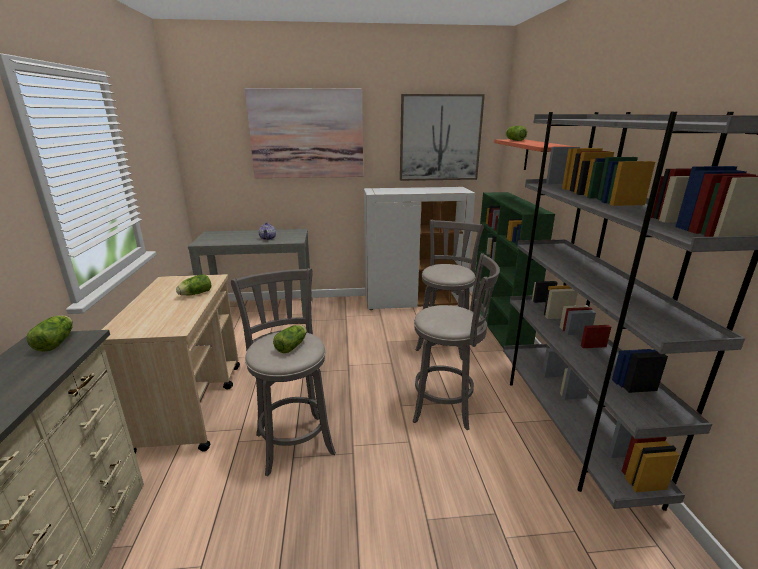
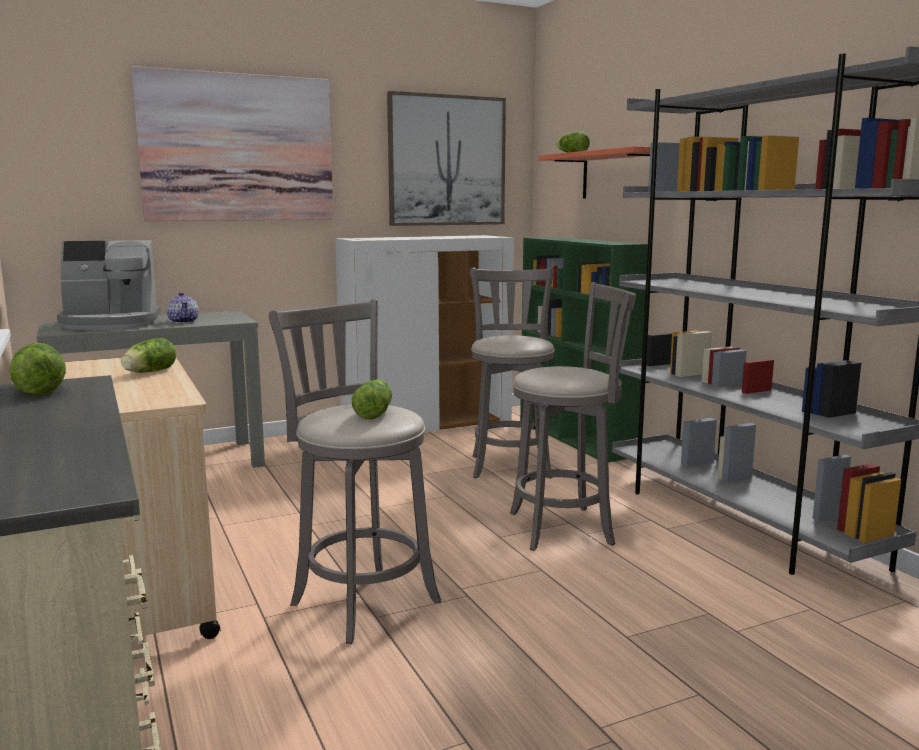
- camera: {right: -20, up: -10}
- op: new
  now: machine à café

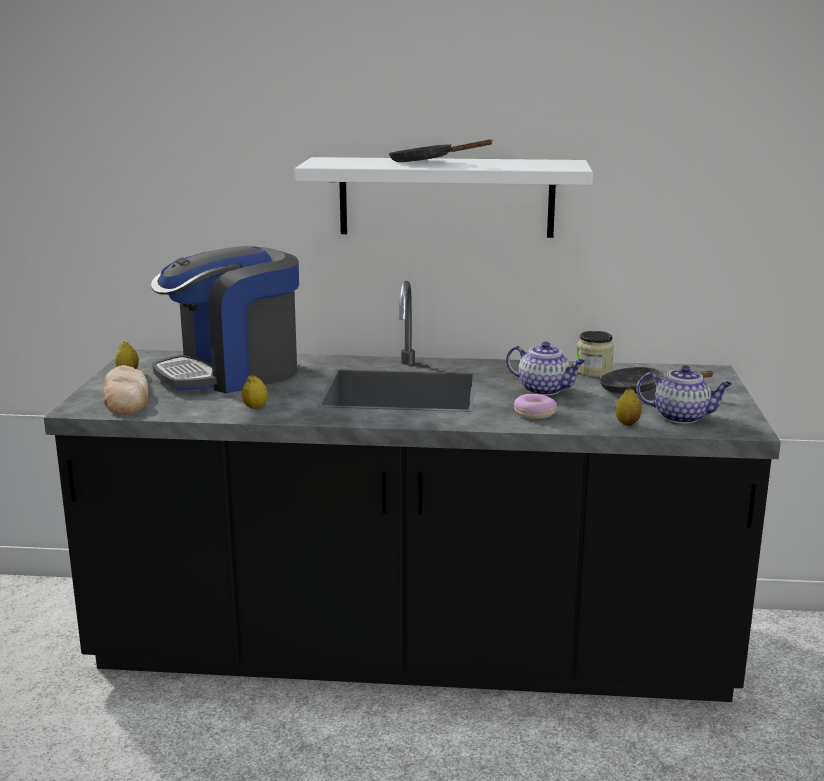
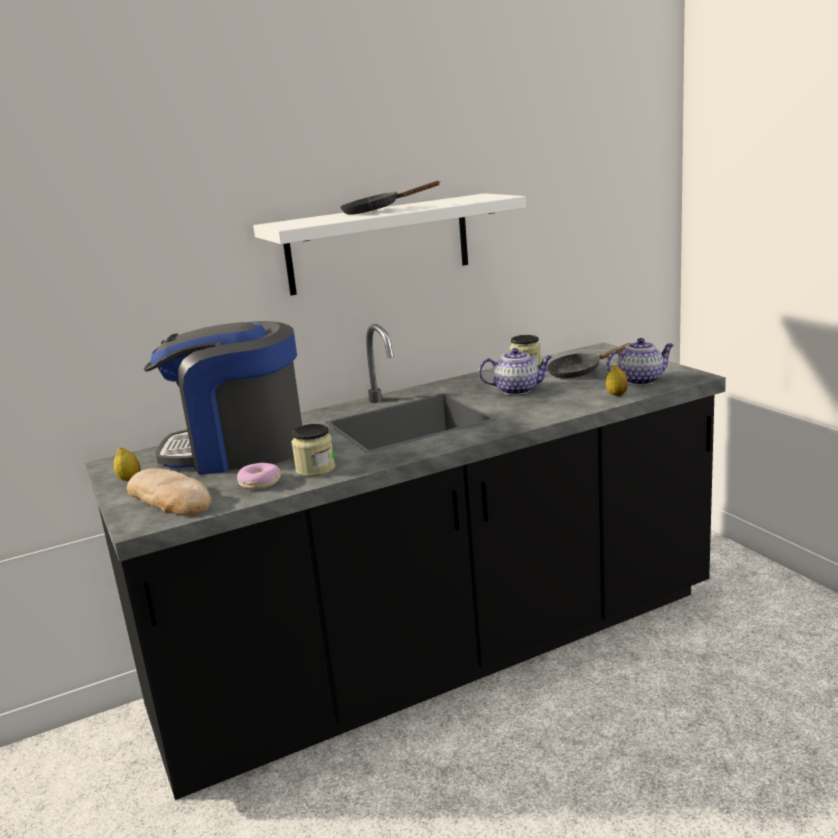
- camera: {right: -30, up: 0}
- op: shifted
  was: beignet
- op: swapped
  was: citron (no. 2 from left)
  now: bocal (no. 1 from left)
- op: rotated
  was: machine à café
  clockwise: 60

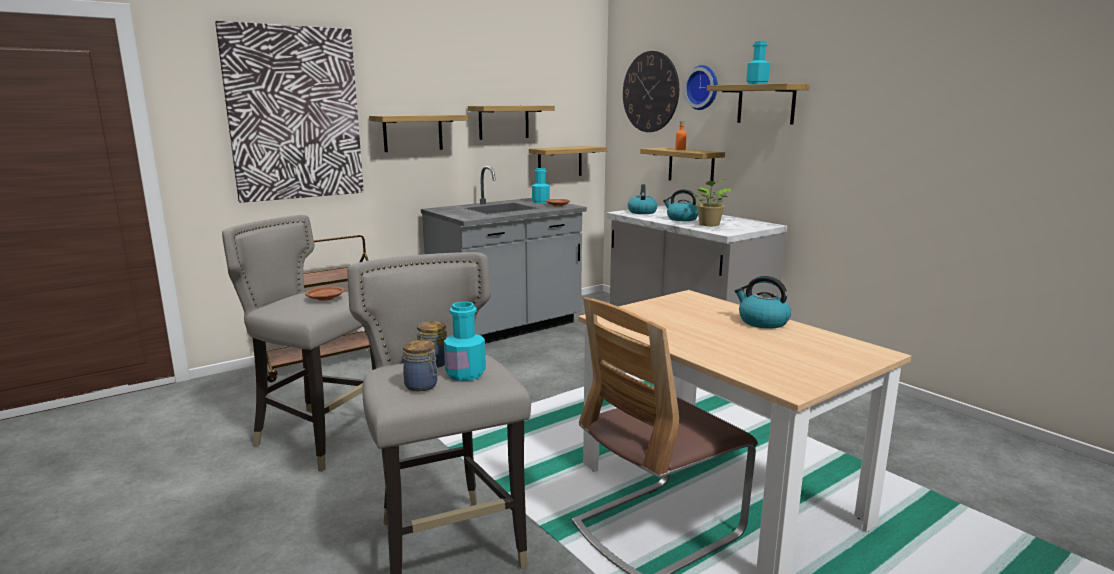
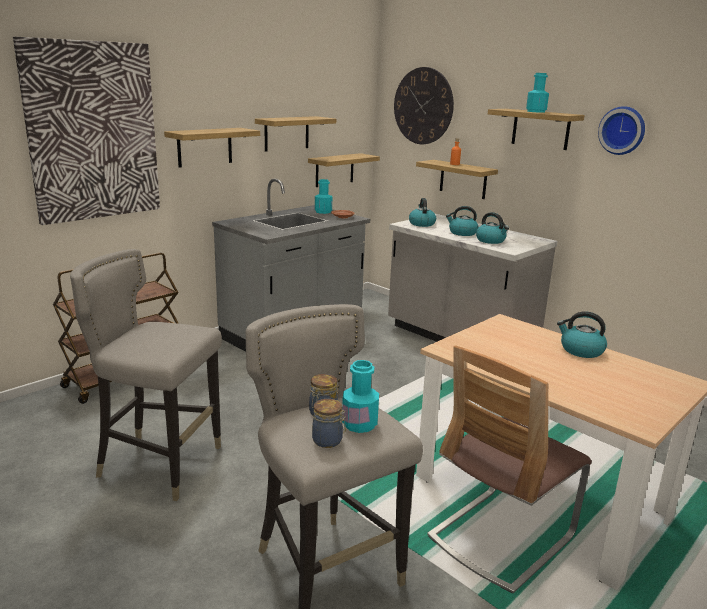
- camera: {right: -10, up: 5}
- op: gone
  was: assiette [marron] (no. 1 from left)
- op: shifted
  was: horloge murale (no. 2 from left)
- op: swapped
  was: plante en pot
  now: bouilloire (no. 3 from left)

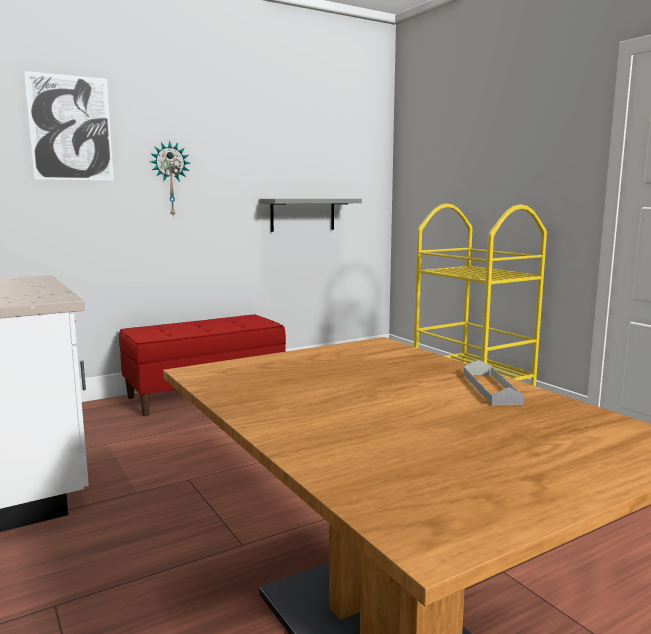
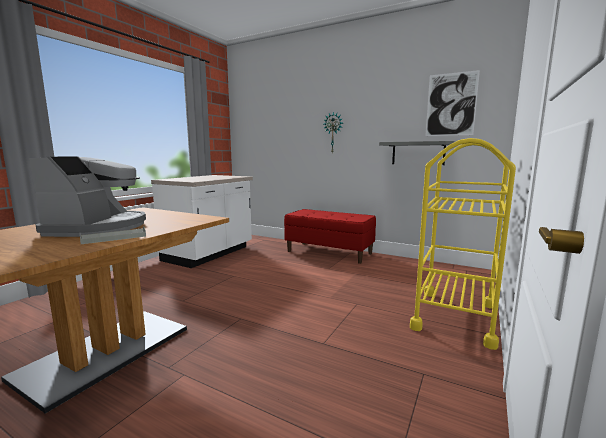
- camera: {right: 60, up: 0}
- op: new
  now: machine à café
- op: shifted
  was: tableau

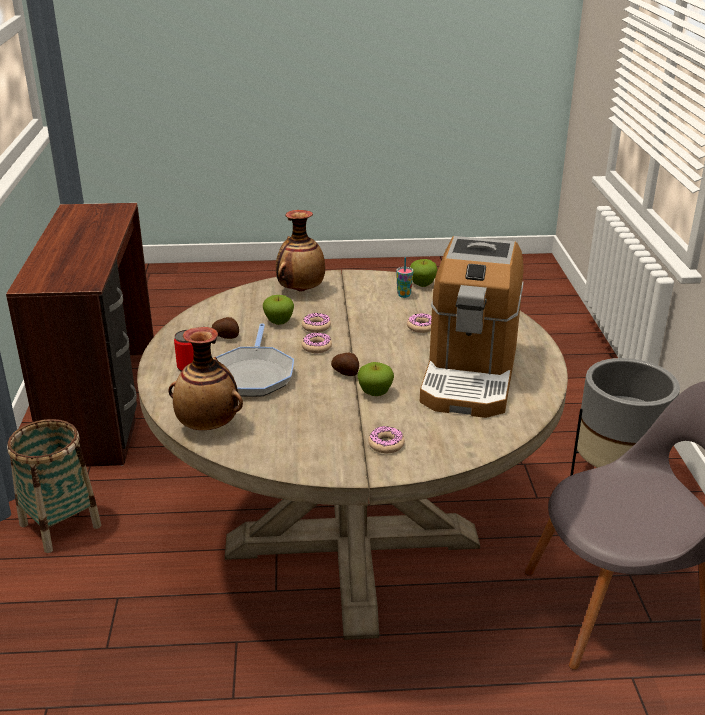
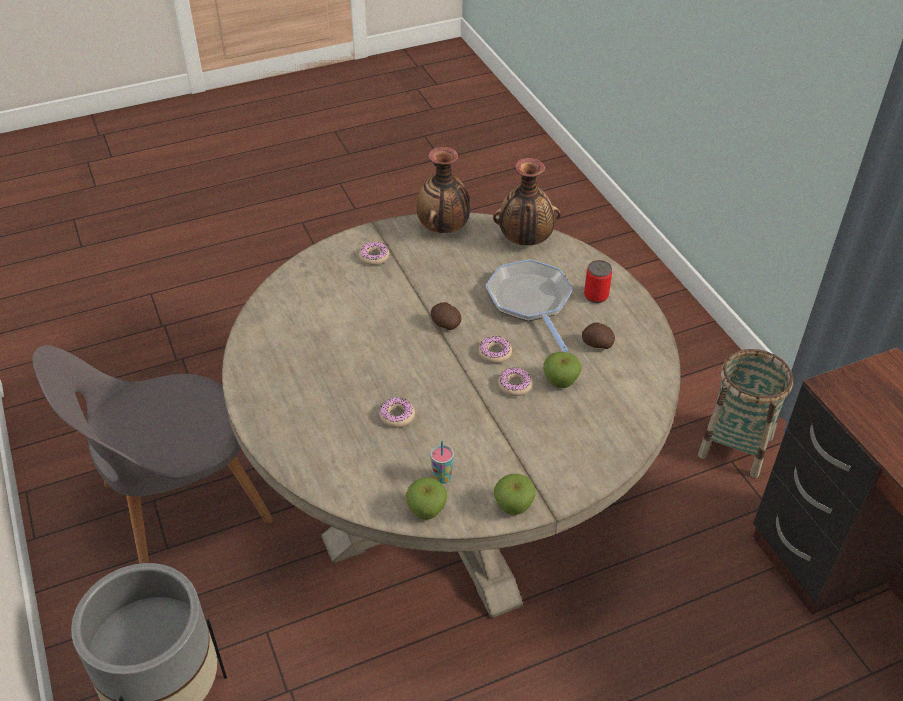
- camera: {right: 160, up: 15}
- op: gone
  was: machine à café
- op: shifted
  was: vase (no. 2 from left in the first image)
  now: vase (no. 1 from left)
- op: shifted
  was: pomme (no. 2 from left)

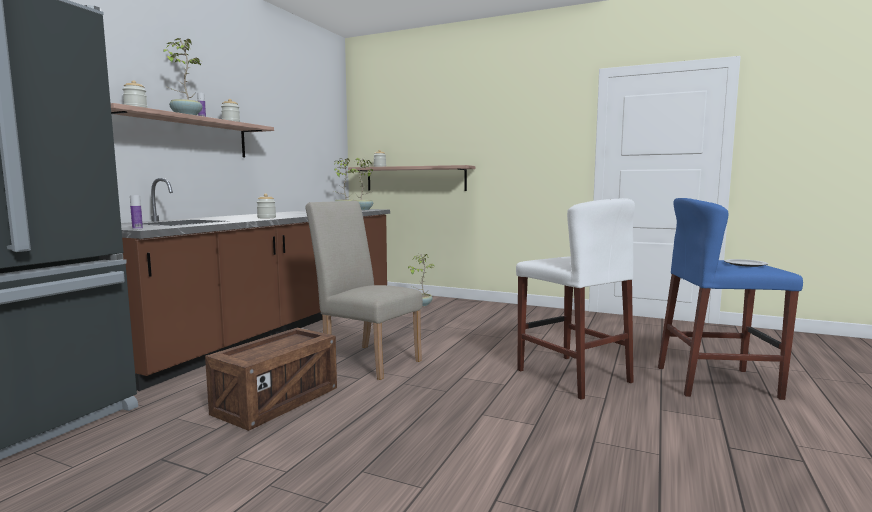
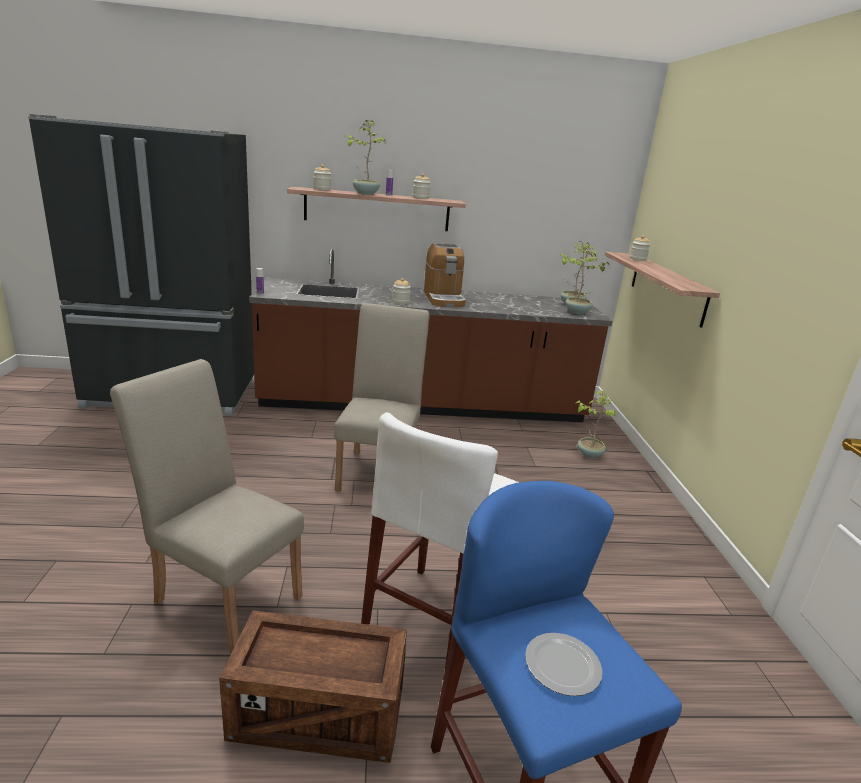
- camera: {right: 60, up: 15}
- op: new
  now: chaise [beige] (no. 1 from left)
- op: new
  now: machine à café
- op: shifted
  was: caisse

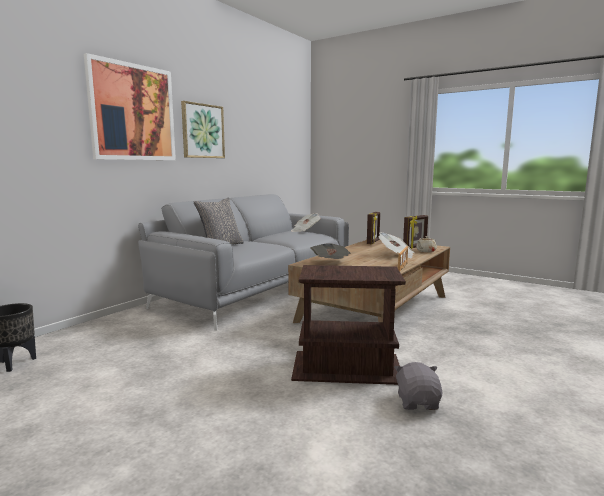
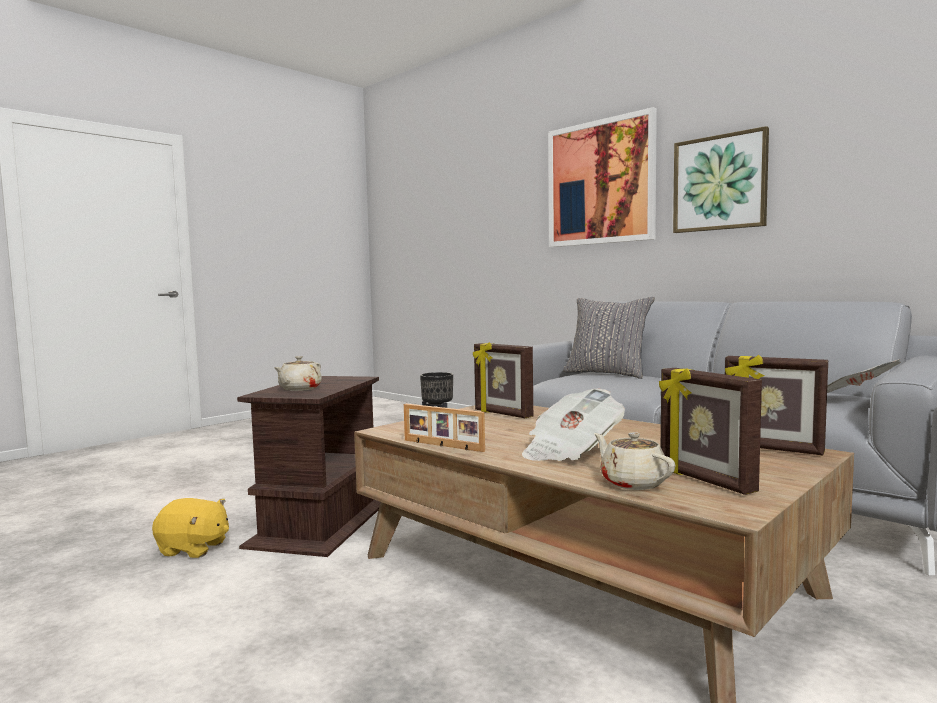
- camera: {right: 100, up: -5}
- op: new
  now: théière [beige] (no. 1 from left)
- op: swapped
  was: journal (no. 2 from left)
  now: cadre photo (no. 2 from left)
- op: repainted
  was: peluche [gris]
  now: peluche [jaune]

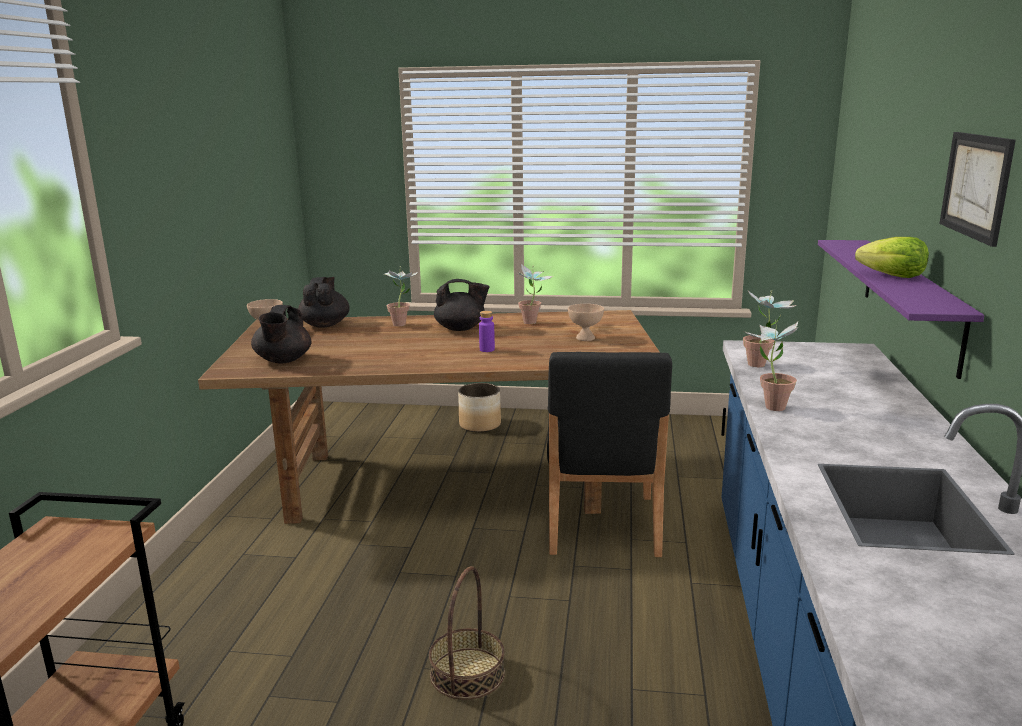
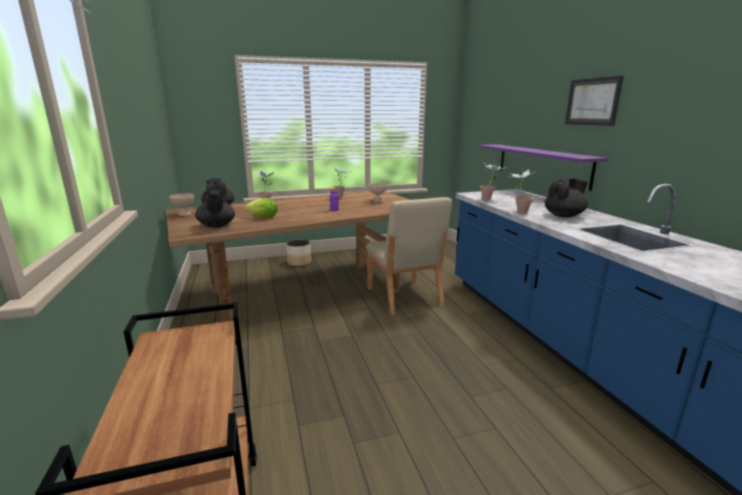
- camera: {right: -25, up: 0}
- op: gone
  was: panier
- op: shifted
  was: théière [noir] (no. 3 from left)
- op: shifted
  was: laitue
- op: repainted
  was: chaise [noir]
  now: chaise [beige]

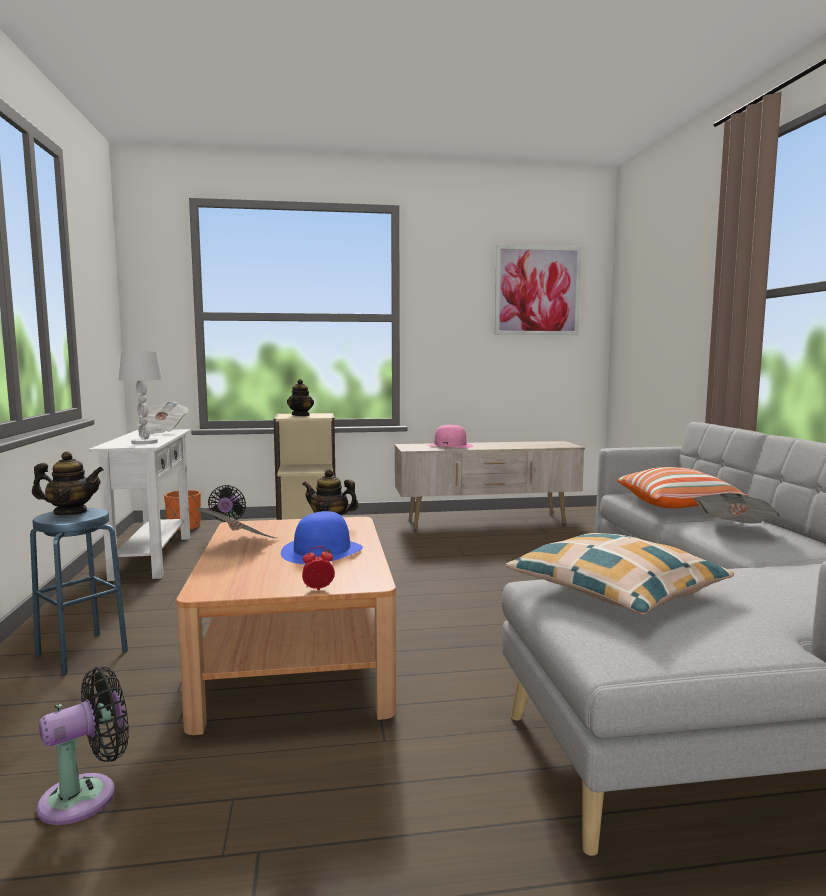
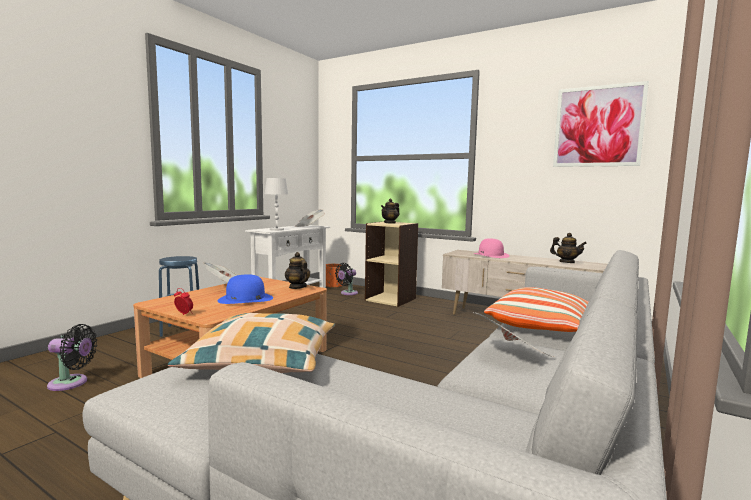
- camera: {right: 40, up: 0}
- op: shifted
  was: théière (no. 1 from left in the first image)
  now: théière (no. 3 from left)

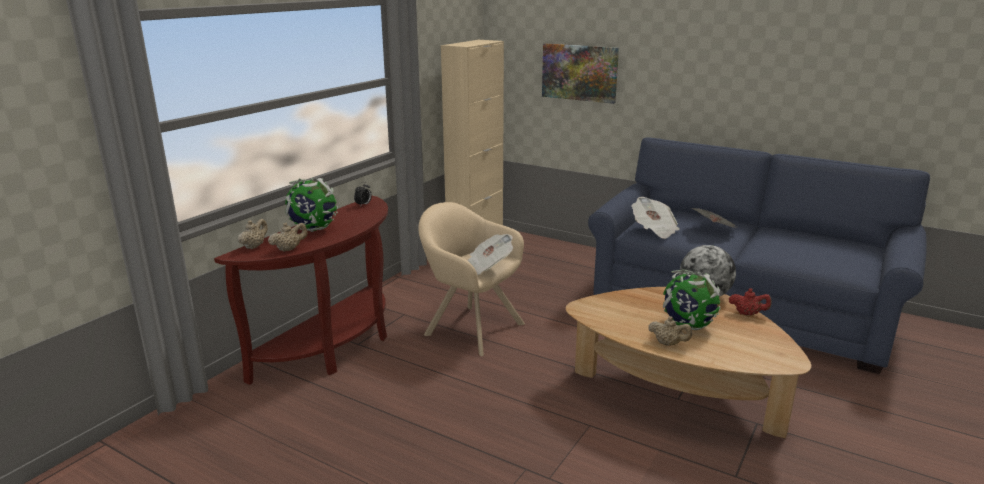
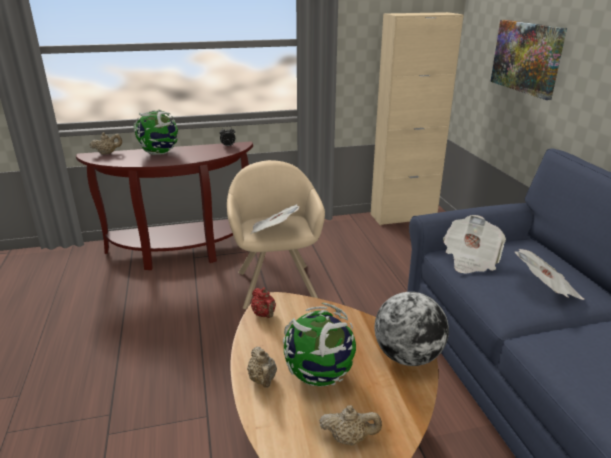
- camera: {right: 45, up: 5}
- op: shifted
  was: théière [beige] (no. 2 from left in the first image)
  now: théière [beige] (no. 3 from left)
- op: shifted
  was: théière [rouge]

